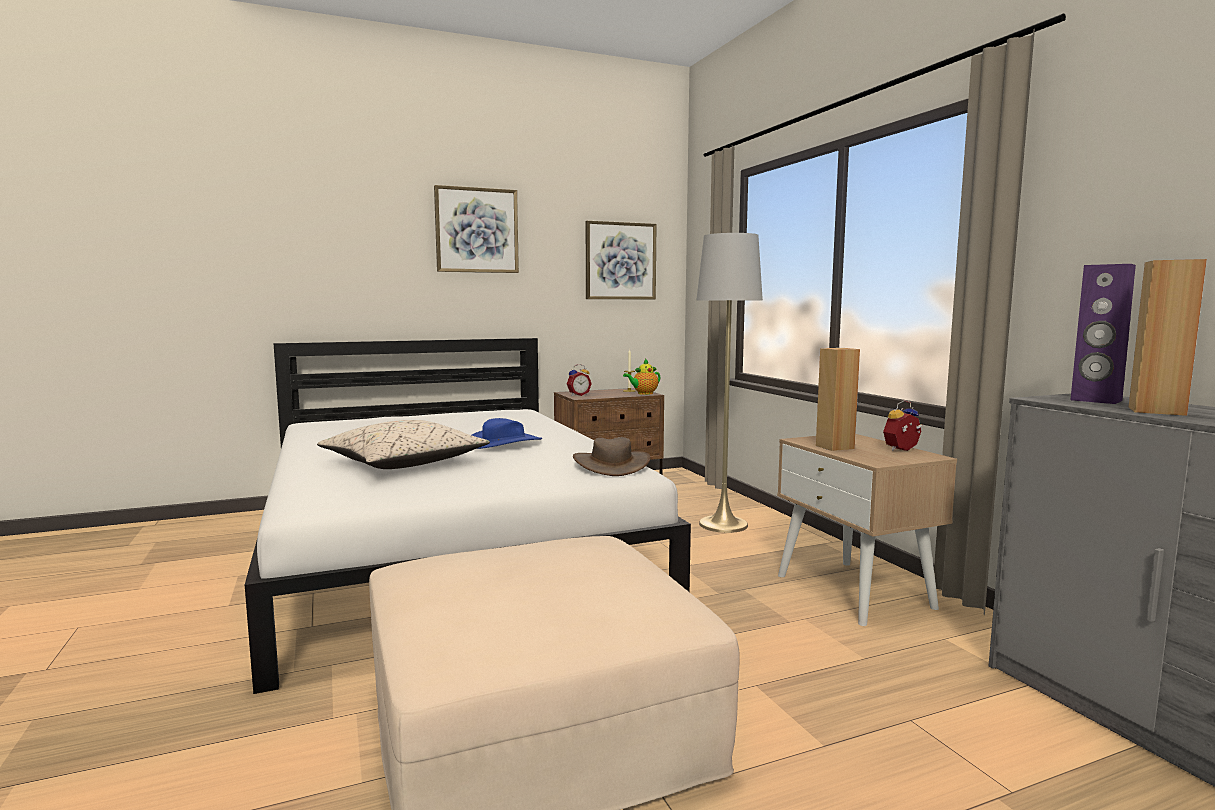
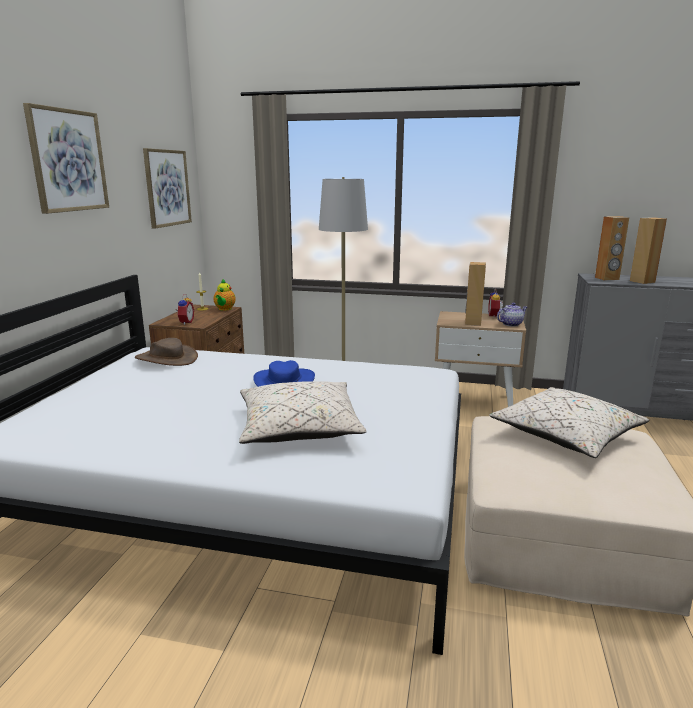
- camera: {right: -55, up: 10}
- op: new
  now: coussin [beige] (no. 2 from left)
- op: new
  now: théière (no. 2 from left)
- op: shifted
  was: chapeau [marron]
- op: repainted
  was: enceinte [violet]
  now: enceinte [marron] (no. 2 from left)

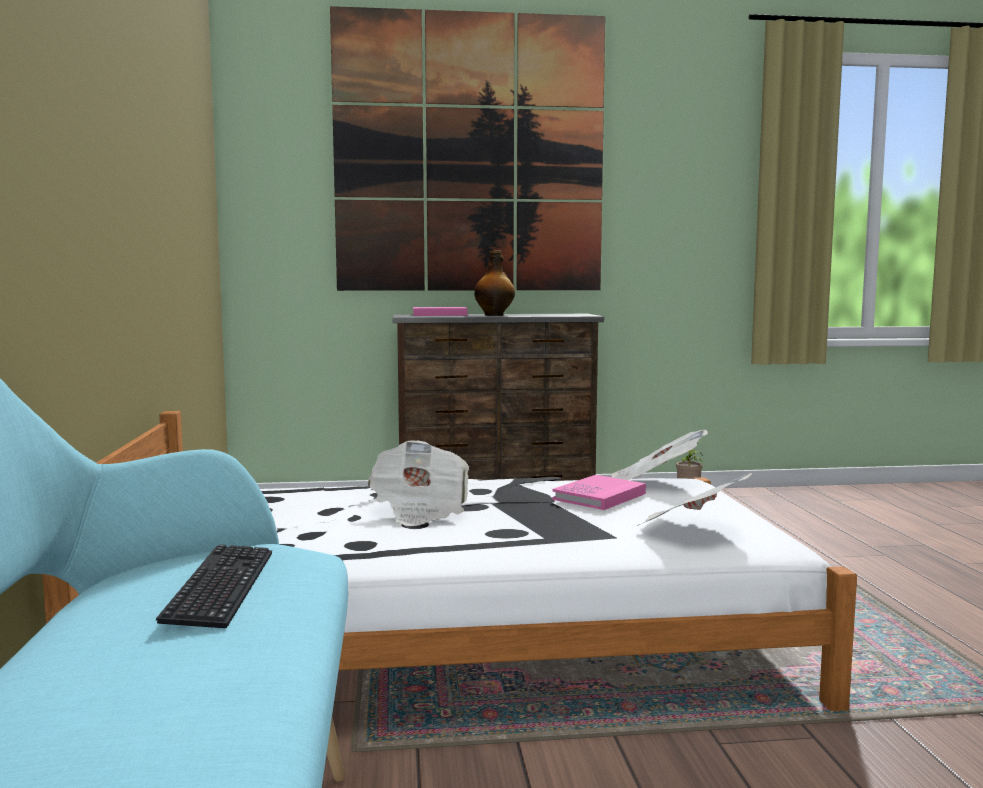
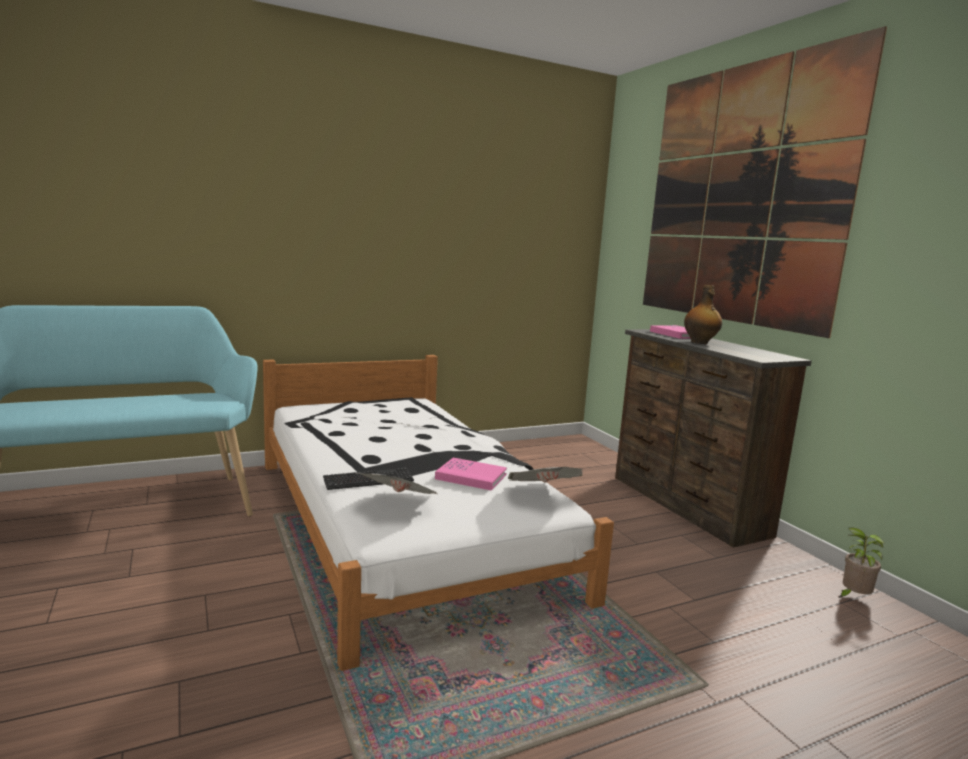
- camera: {right: 70, up: 5}
- op: gone
  was: journal (no. 1 from left)
- op: shifted
  was: clavier

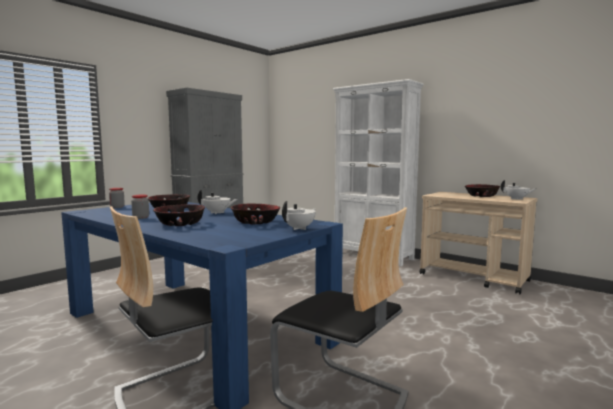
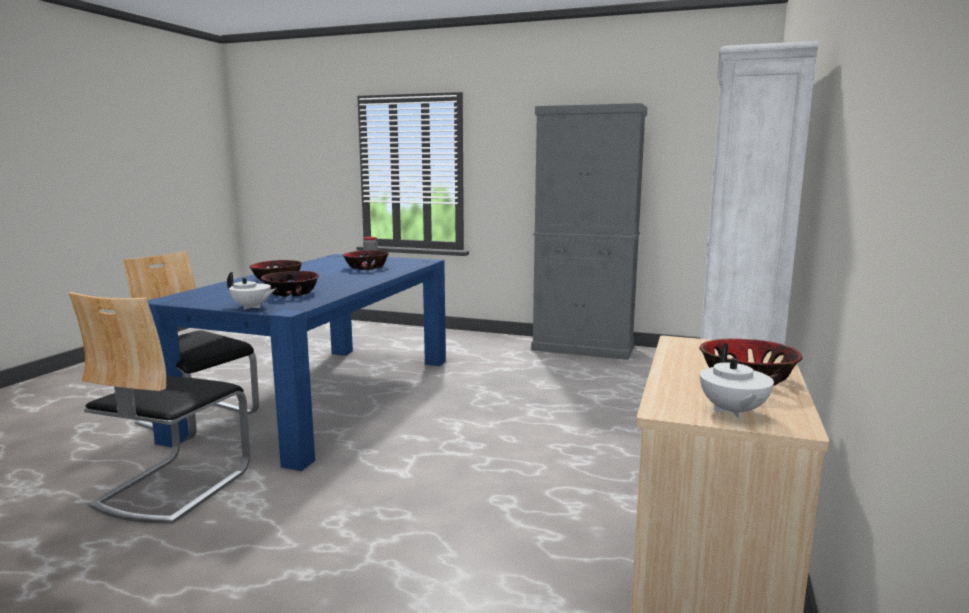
- camera: {right: 70, up: 5}
- op: gone
  was: bocal (no. 2 from left)
- op: gone
  was: théière [blanc] (no. 1 from left)

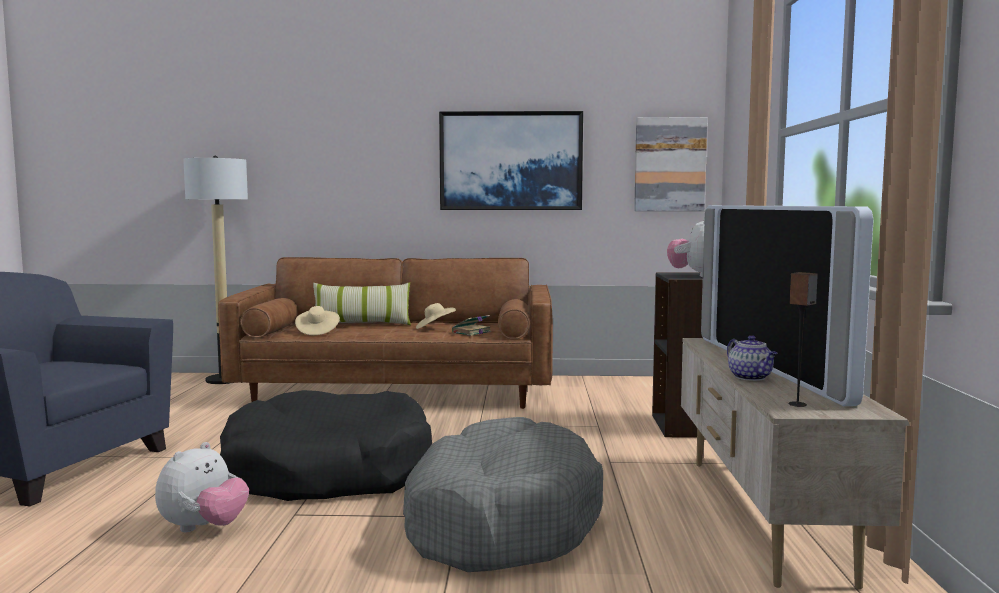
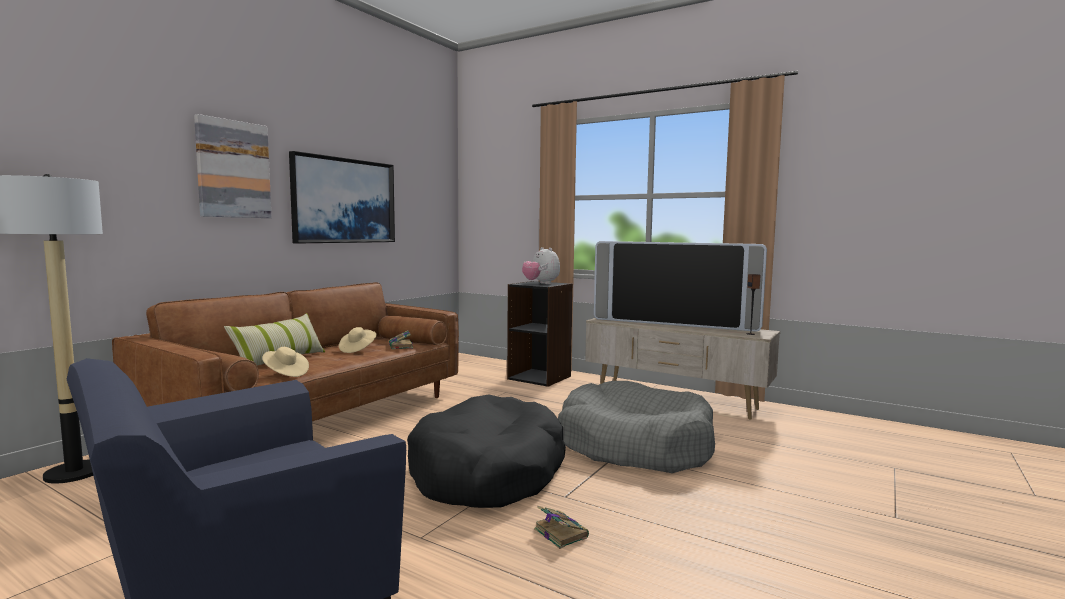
- camera: {right: -60, up: 0}
- op: gone
  was: théière
- op: shifted
  was: tableau (no. 2 from left in the first image)
  now: tableau (no. 1 from left)
- op: swapped
  was: peluche (no. 1 from left)
  now: livre (no. 2 from left)

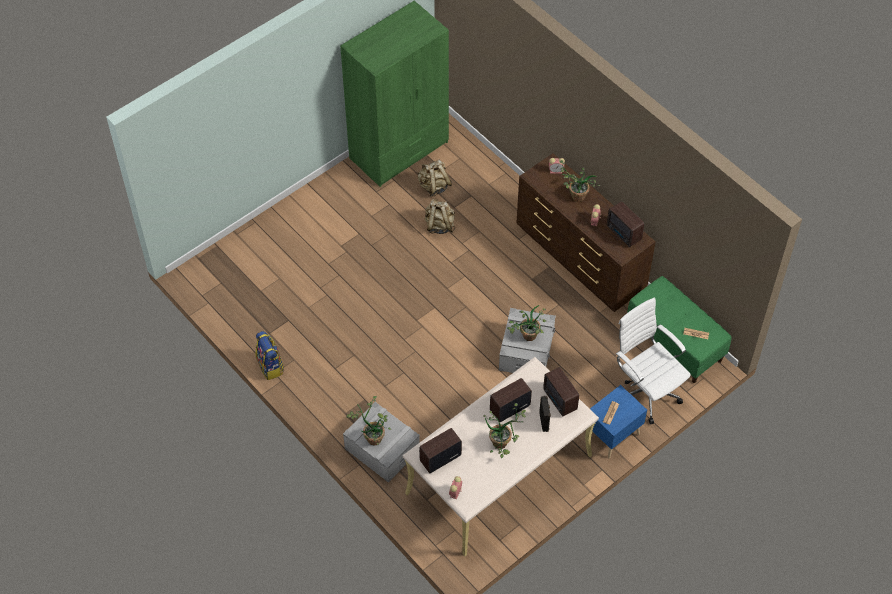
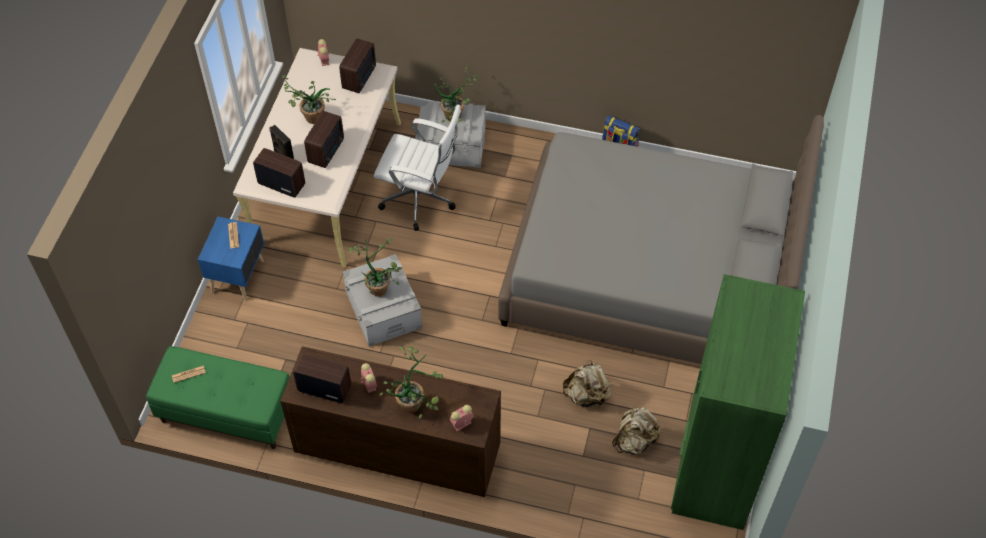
- camera: {right: 145, up: 0}
- op: new
  now: lit [gris]
- op: shifted
  was: chaise de bureau [blanc]

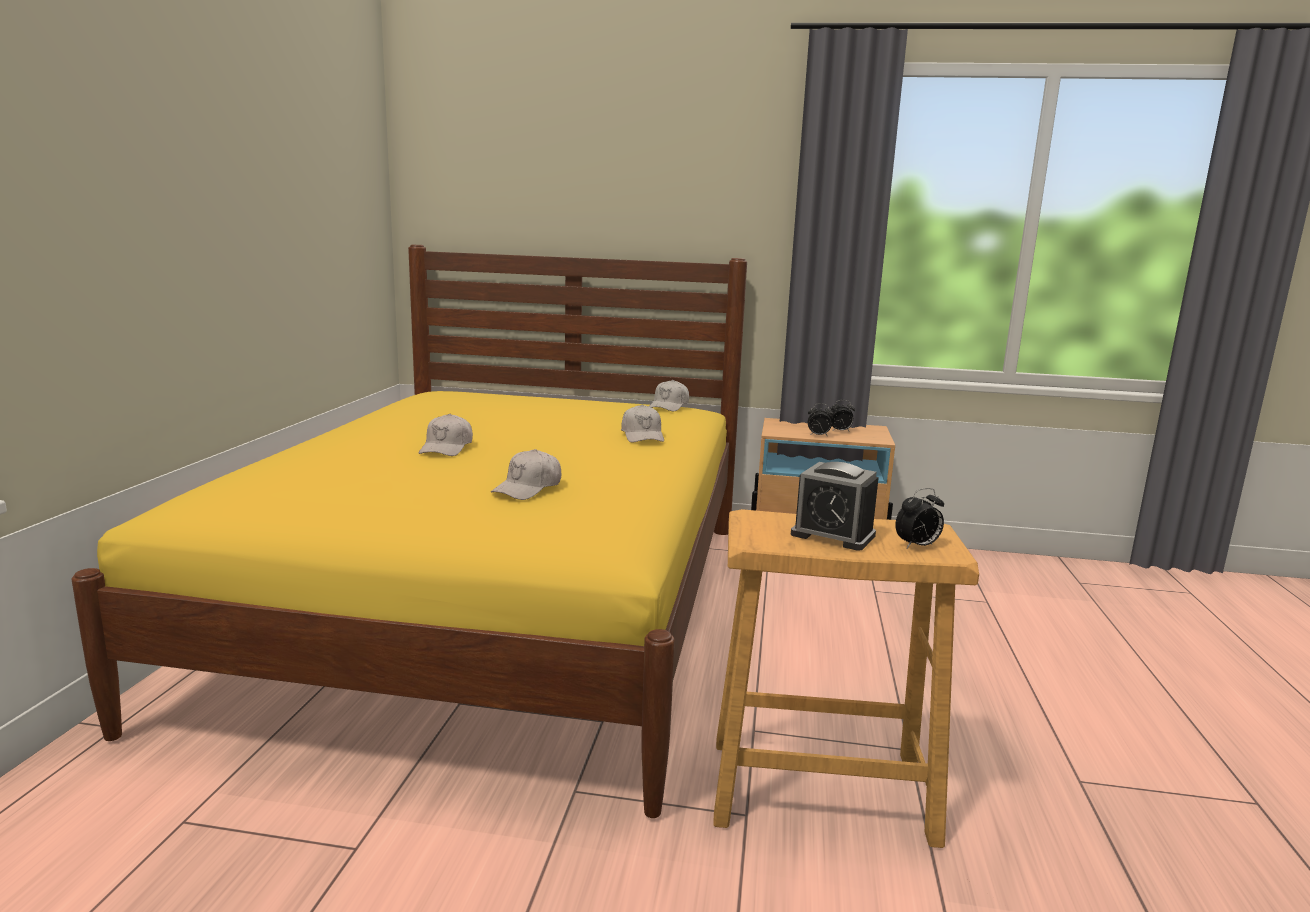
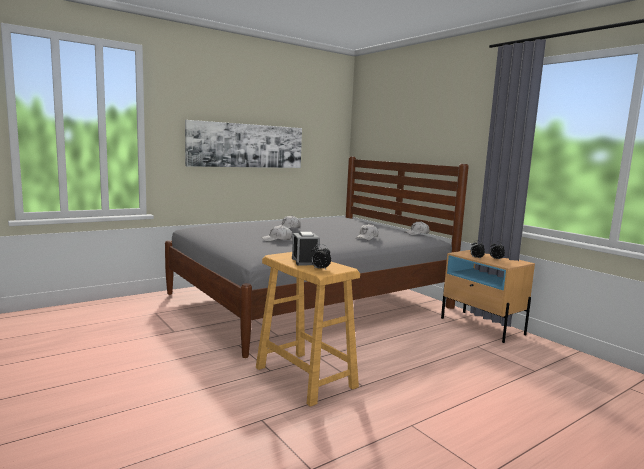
- camera: {right: 45, up: -5}
- op: new
  now: tableau
- op: repainted
  was: lit [jaune]
  now: lit [gris]

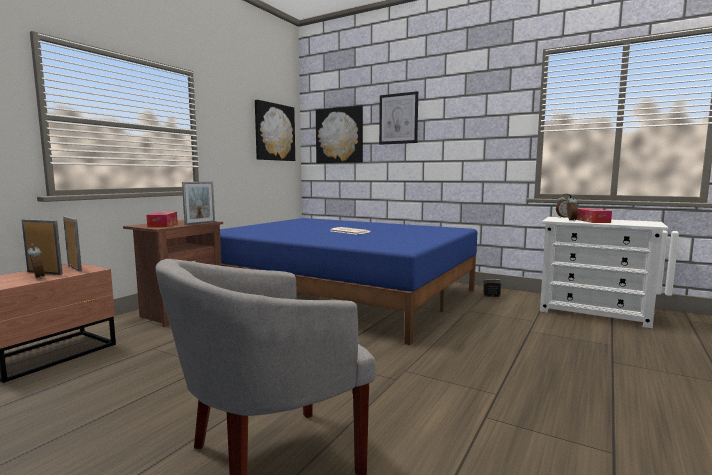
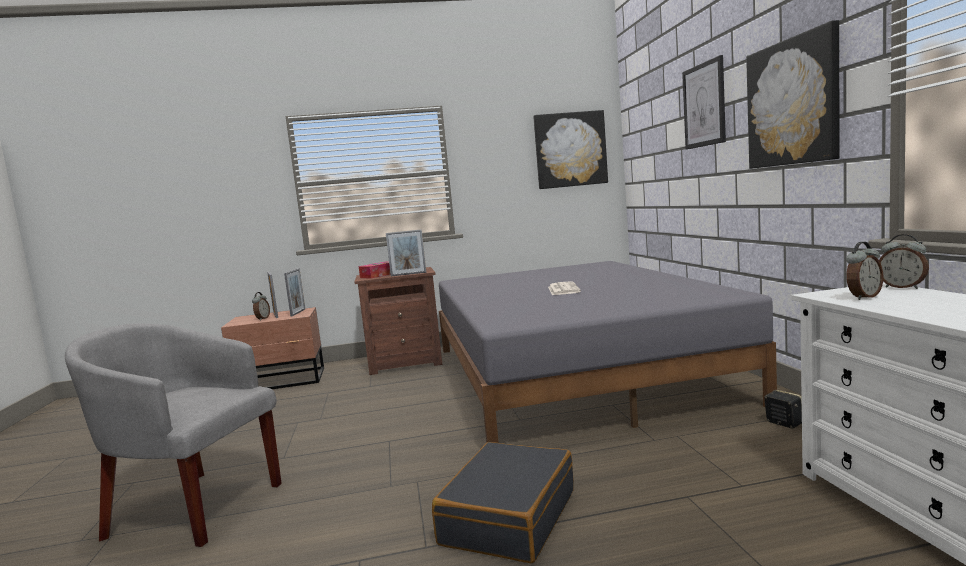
- camera: {right: 50, up: 0}
- op: gone
  was: boîte à mouchoirs (no. 2 from left)
- op: new
  now: valise [noir]
- op: shifted
  was: tableau (no. 2 from left in the first image)
  now: tableau (no. 3 from left)
- op: repainted
  was: lit [bleu]
  now: lit [gris]

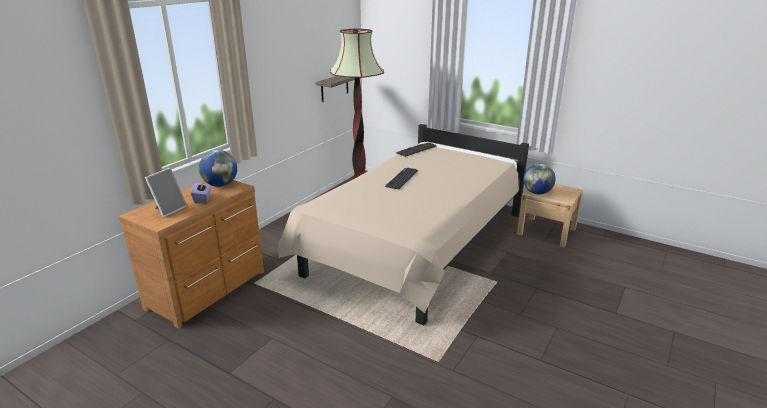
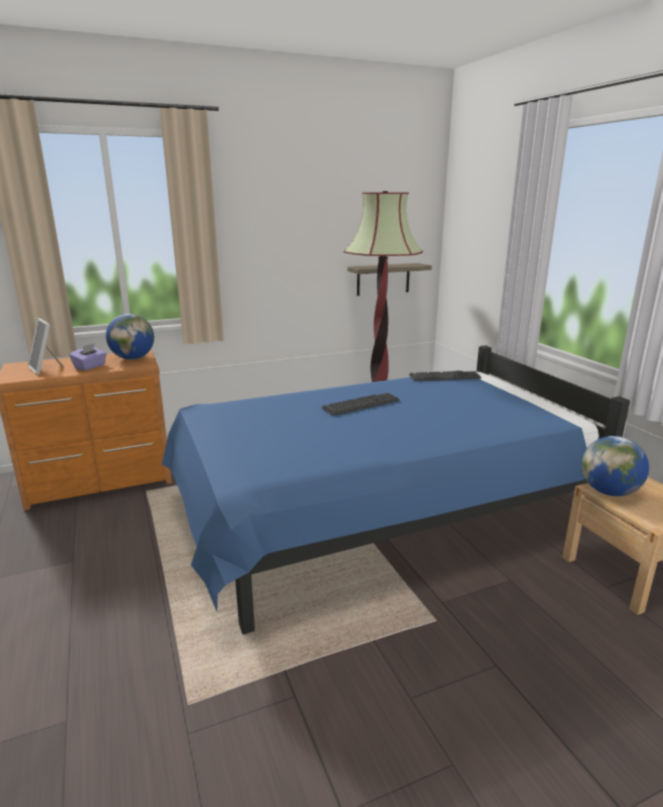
- camera: {right: 35, up: -5}
- op: repainted
  was: lit [beige]
  now: lit [bleu]
- op: rotated
  was: cadre photo
  clockwise: 75

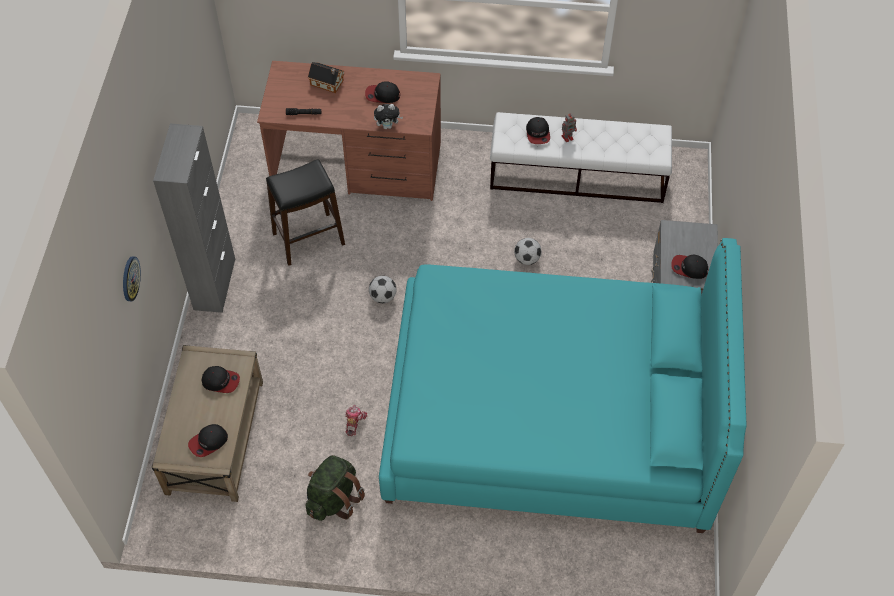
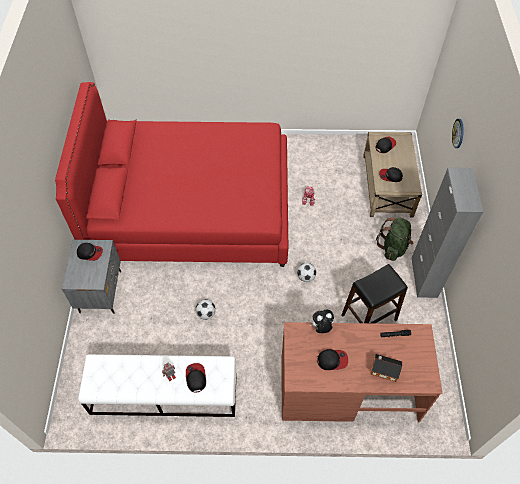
- camera: {right: 175, up: 0}
- op: shifted
  was: sac à dos [vert]
- op: repainted
  was: lit [turquoise]
  now: lit [rouge]

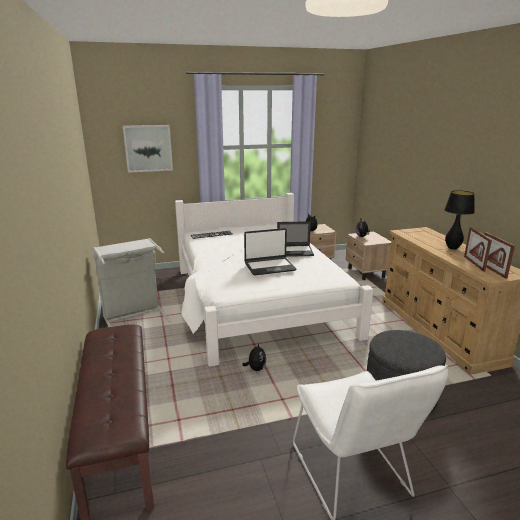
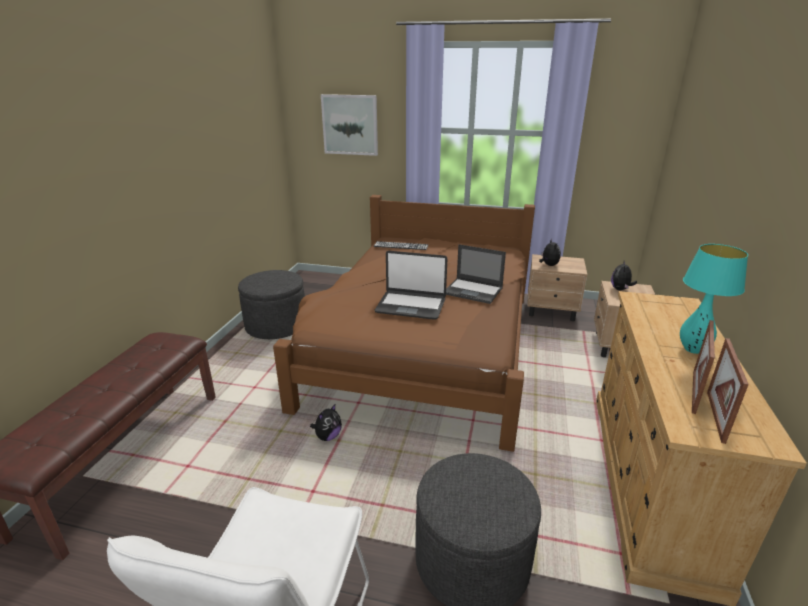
- camera: {right: 30, up: 5}
- op: swapped
  was: panier à linge [gris]
  now: pouf [gris] (no. 1 from left)
- op: repainted
  was: lit [blanc]
  now: lit [marron]
- op: repainted
  was: lampe de table [noir]
  now: lampe de table [turquoise]

